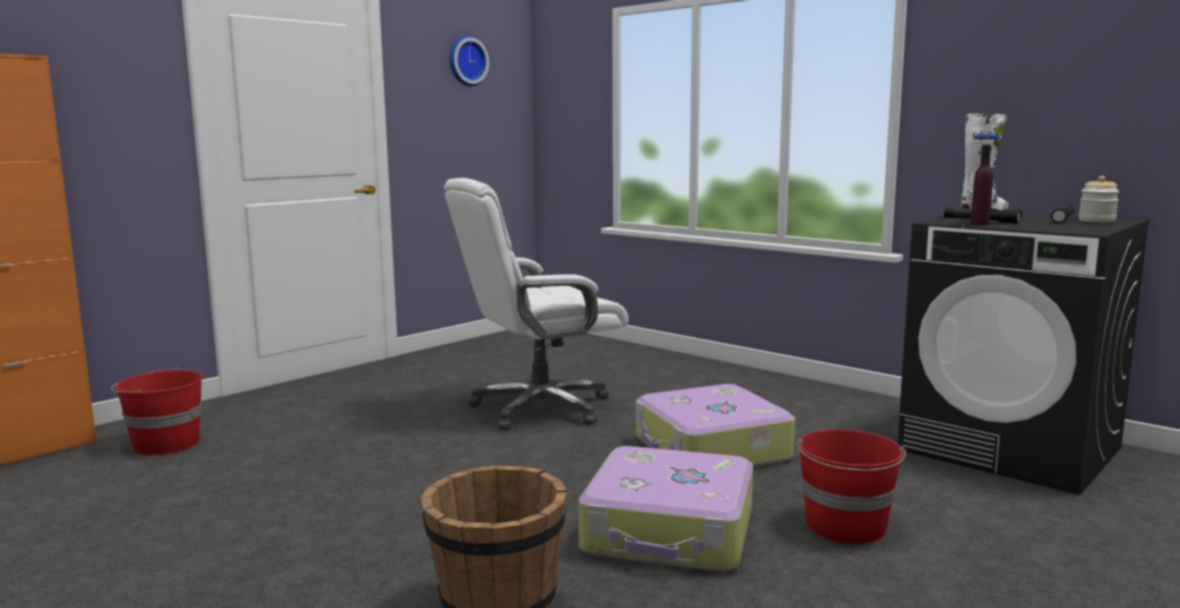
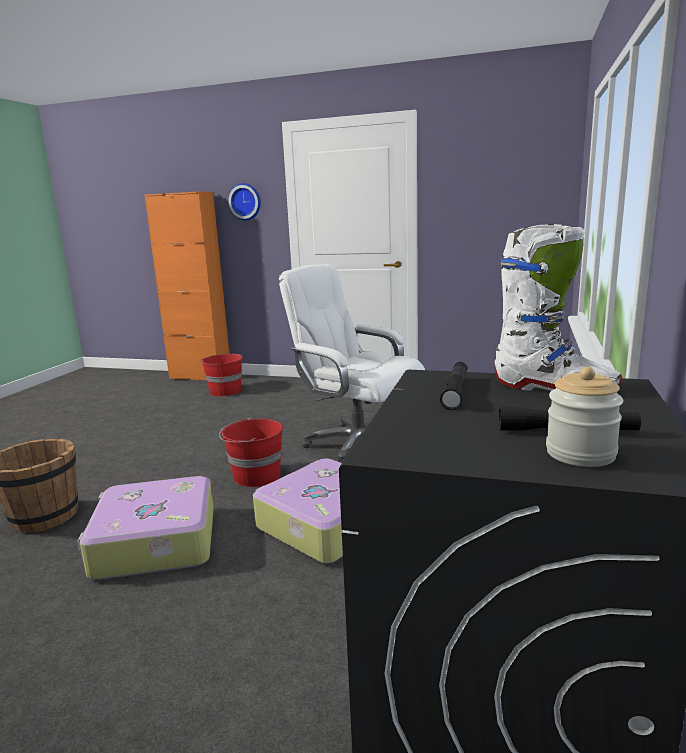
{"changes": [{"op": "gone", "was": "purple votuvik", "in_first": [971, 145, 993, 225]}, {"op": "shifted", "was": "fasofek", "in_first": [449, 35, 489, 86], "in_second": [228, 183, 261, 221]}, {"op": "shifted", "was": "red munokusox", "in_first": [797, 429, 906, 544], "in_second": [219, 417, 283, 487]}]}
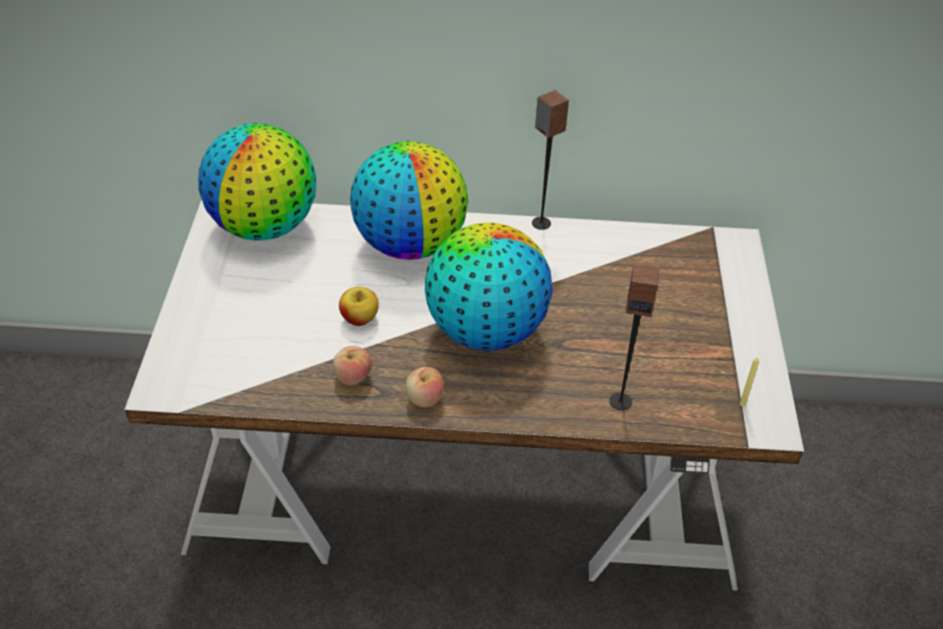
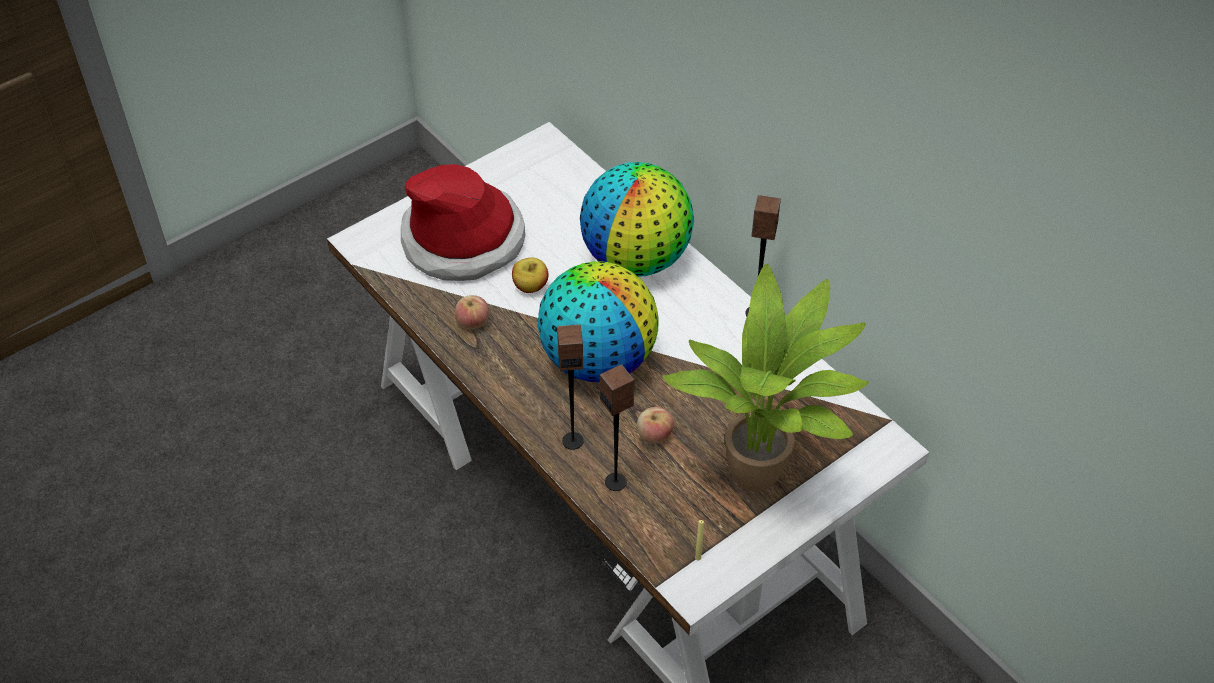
{"changes": [{"op": "gone", "was": "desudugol", "in_first": [198, 123, 316, 241]}, {"op": "new", "now": "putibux", "in_second": [401, 164, 526, 281]}, {"op": "new", "now": "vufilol", "in_second": [557, 324, 584, 450]}, {"op": "new", "now": "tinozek", "in_second": [662, 264, 869, 492]}, {"op": "shifted", "was": "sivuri", "in_first": [405, 367, 444, 408], "in_second": [637, 407, 674, 444]}]}
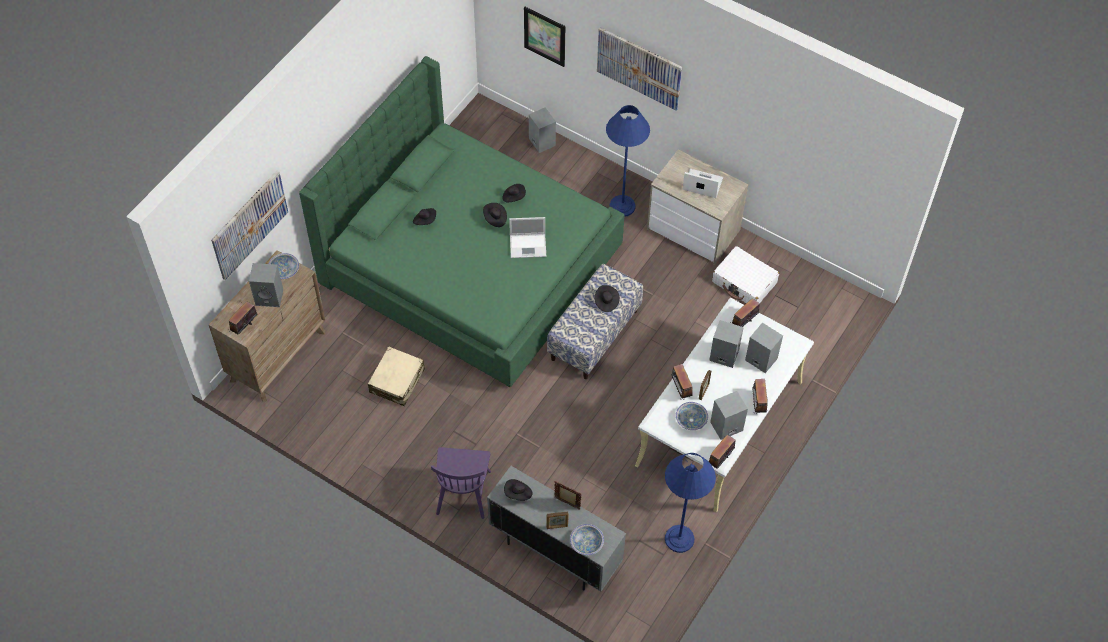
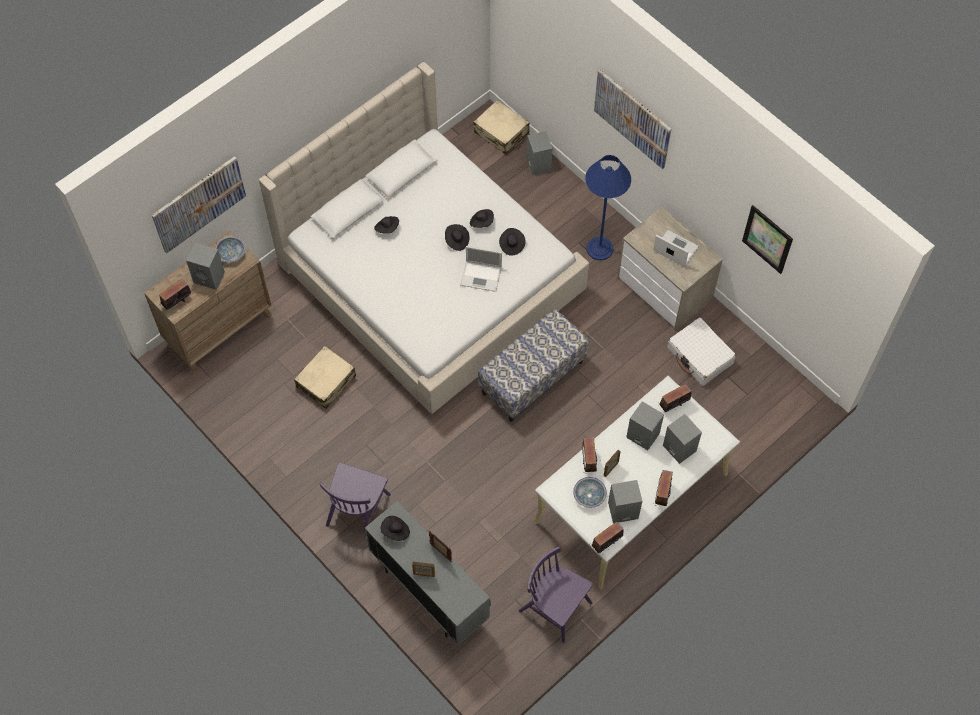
{"changes": [{"op": "gone", "was": "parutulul", "in_first": [570, 524, 604, 555]}, {"op": "new", "now": "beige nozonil", "in_second": [473, 100, 529, 154]}, {"op": "shifted", "was": "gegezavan", "in_first": [524, 7, 565, 67], "in_second": [742, 205, 793, 274]}, {"op": "shifted", "was": "black putibux", "in_first": [594, 285, 620, 312], "in_second": [499, 228, 526, 256]}, {"op": "swapped", "was": "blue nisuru", "now": "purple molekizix", "in_first": [665, 453, 716, 553], "in_second": [519, 546, 593, 643]}, {"op": "repainted", "was": "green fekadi", "now": "beige fekadi", "in_first": [299, 56, 625, 387], "in_second": [259, 62, 589, 414]}]}
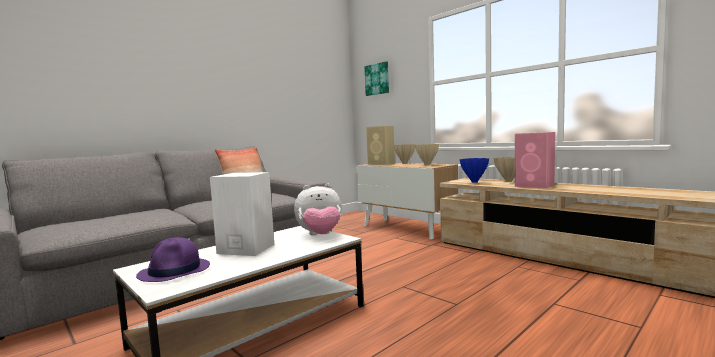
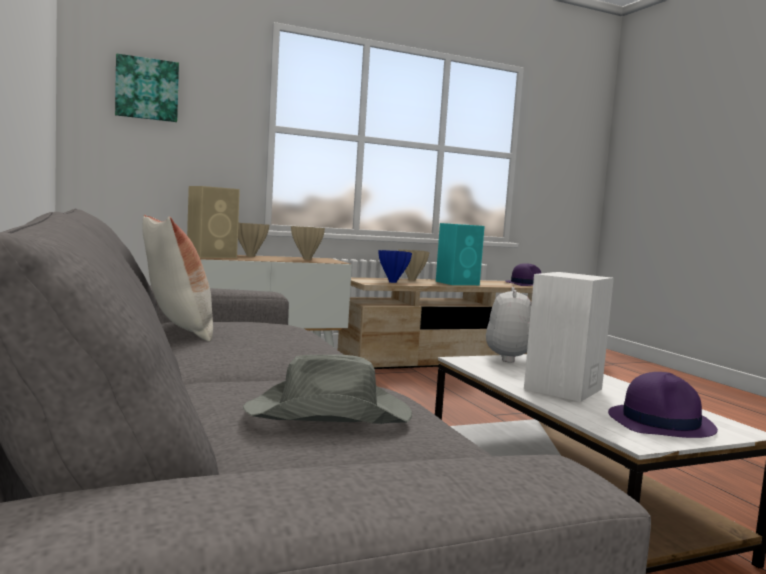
{"changes": [{"op": "new", "now": "grey putibux", "in_second": [243, 354, 412, 424]}, {"op": "new", "now": "purple putibux", "in_second": [505, 263, 541, 286]}, {"op": "repainted", "was": "pink vufilol", "now": "turquoise vufilol", "in_first": [515, 132, 555, 189], "in_second": [436, 223, 485, 285]}]}
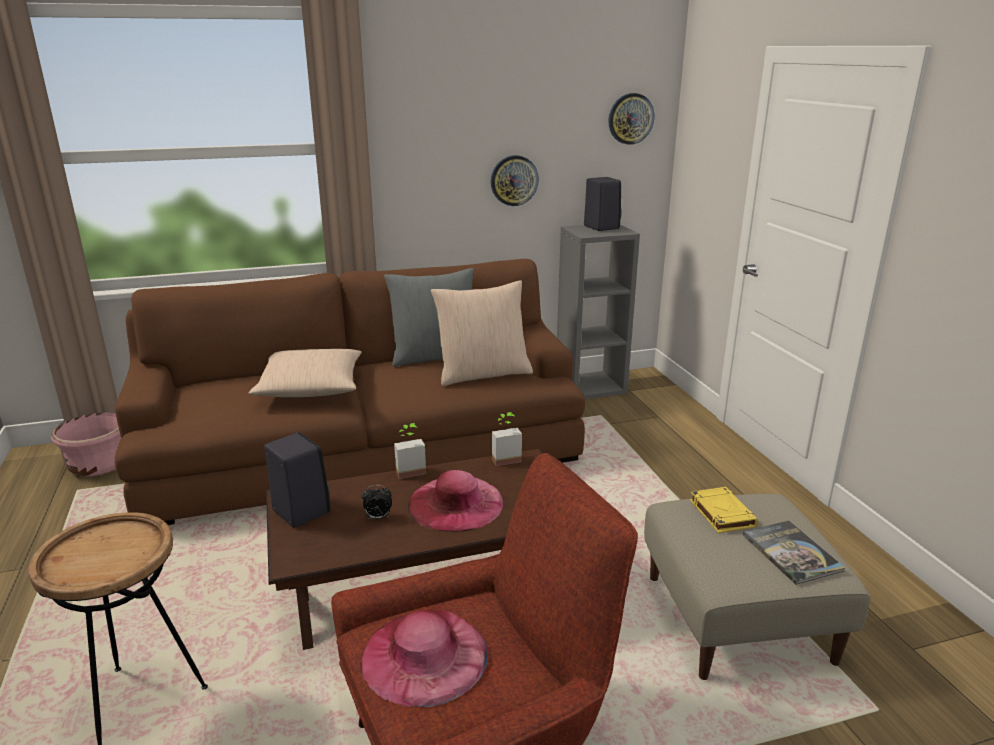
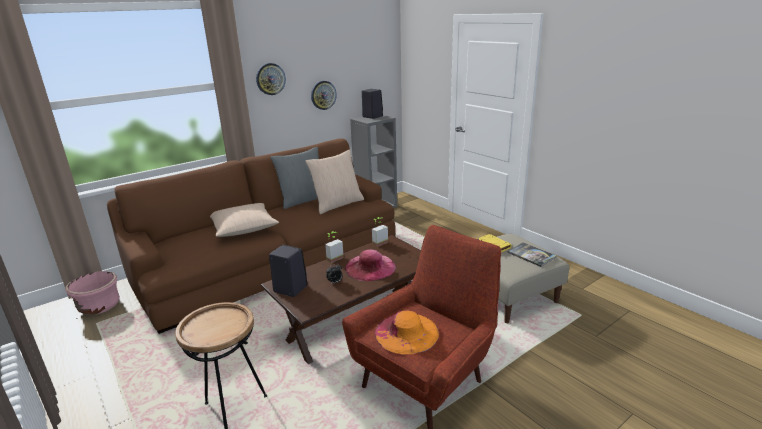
{"changes": [{"op": "shifted", "was": "fasofek", "in_first": [609, 93, 654, 145], "in_second": [256, 63, 286, 95]}, {"op": "repainted", "was": "pink putibux", "now": "orange putibux", "in_first": [361, 610, 488, 707], "in_second": [375, 310, 439, 354]}]}
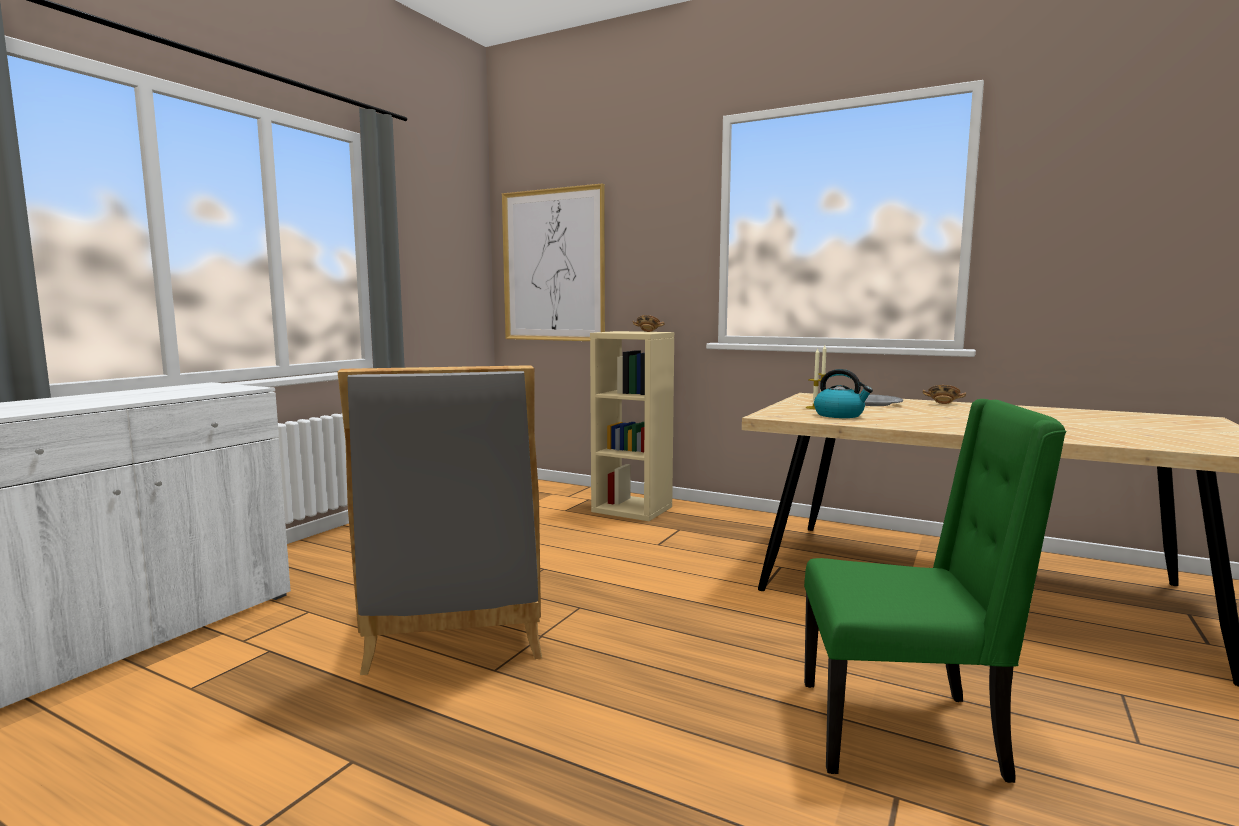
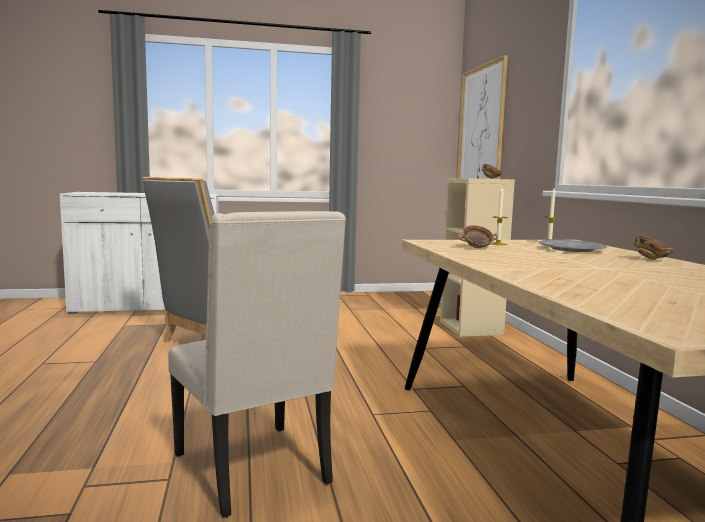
{"changes": [{"op": "swapped", "was": "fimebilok", "now": "parutulul", "in_first": [814, 369, 873, 418], "in_second": [458, 225, 498, 248]}, {"op": "repainted", "was": "green molekizix", "now": "beige molekizix", "in_first": [804, 399, 1066, 783], "in_second": [168, 211, 346, 518]}]}
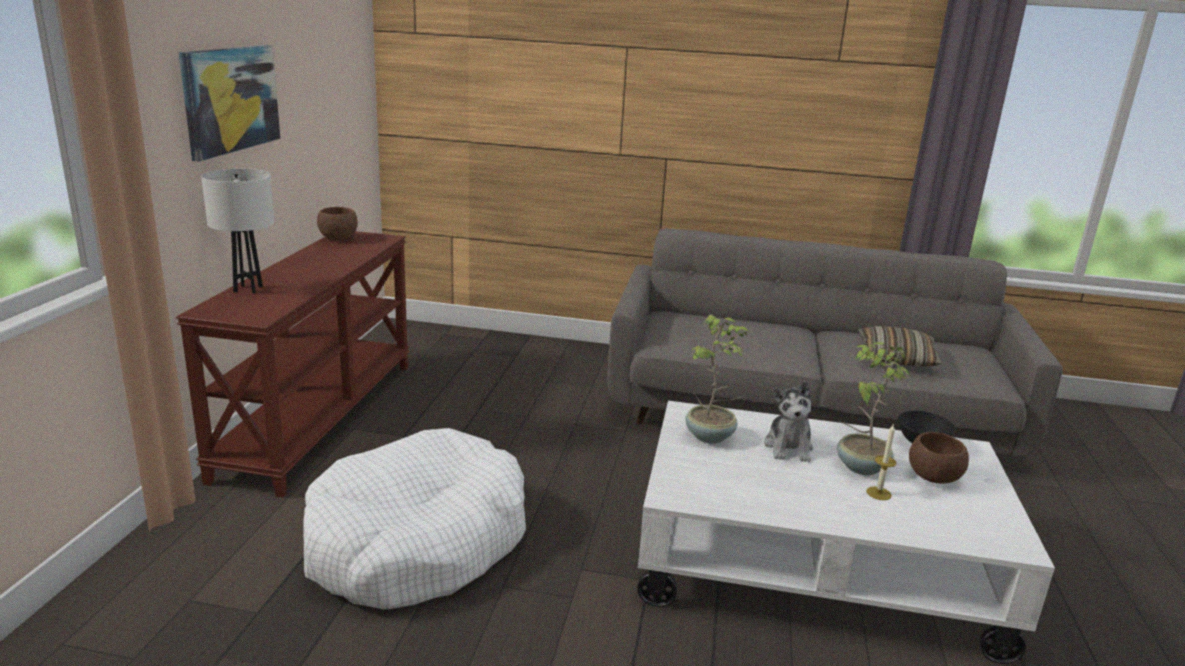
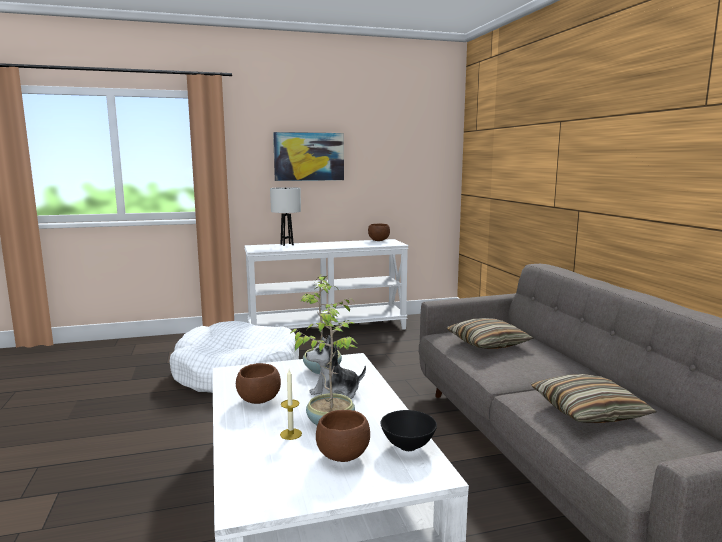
{"changes": [{"op": "new", "now": "brown parutulul", "in_second": [236, 363, 281, 404]}, {"op": "new", "now": "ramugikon", "in_second": [447, 318, 533, 349]}, {"op": "repainted", "was": "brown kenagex", "now": "white kenagex", "in_first": [176, 231, 410, 498], "in_second": [244, 239, 409, 330]}]}
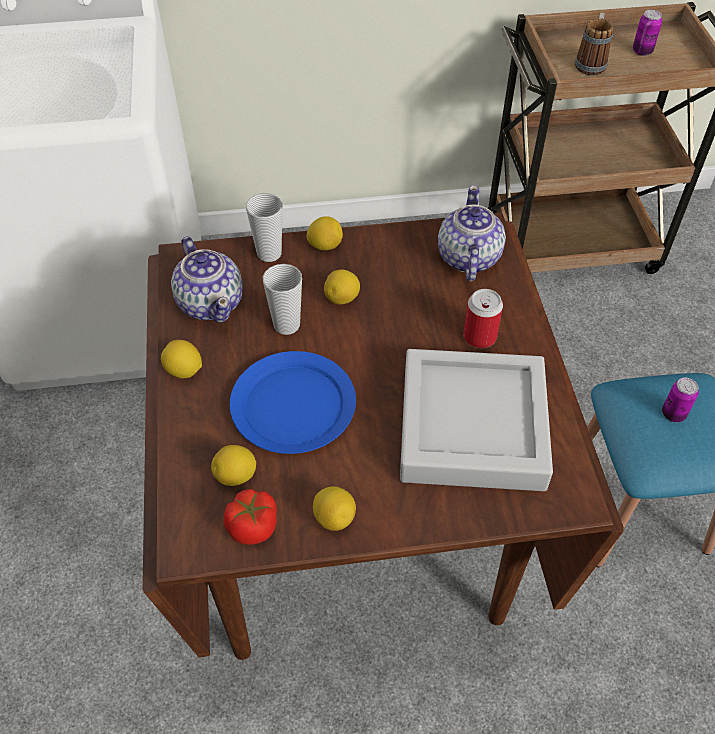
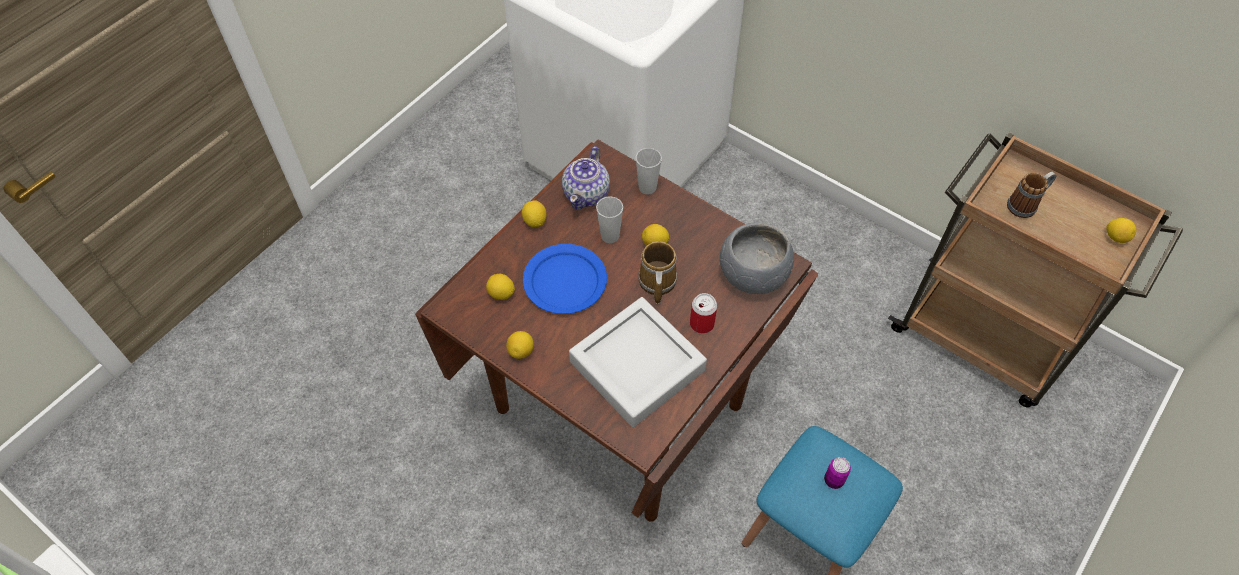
{"changes": [{"op": "gone", "was": "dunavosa", "in_first": [224, 489, 277, 545]}, {"op": "gone", "was": "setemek", "in_first": [633, 10, 662, 56]}, {"op": "new", "now": "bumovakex", "in_second": [638, 241, 677, 304]}, {"op": "shifted", "was": "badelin", "in_first": [306, 216, 343, 250], "in_second": [1106, 218, 1136, 243]}, {"op": "swapped", "was": "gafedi", "now": "grey parutulul", "in_first": [438, 185, 506, 281], "in_second": [720, 222, 794, 294]}]}
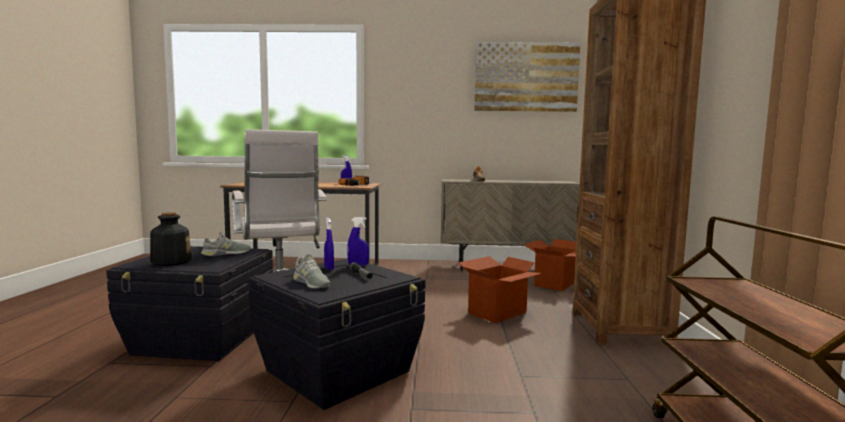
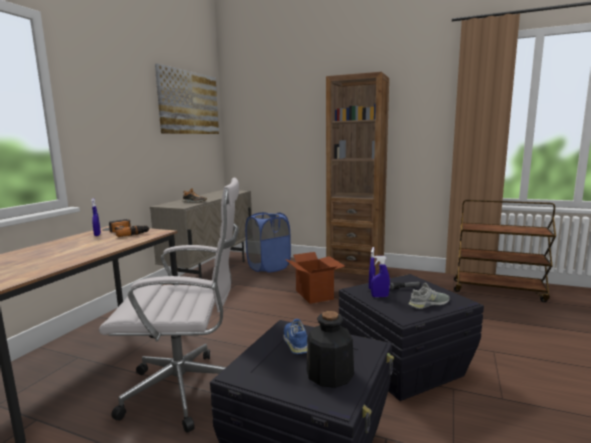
{"changes": [{"op": "swapped", "was": "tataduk", "now": "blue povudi", "in_first": [524, 239, 576, 291], "in_second": [245, 212, 291, 273]}, {"op": "repainted", "was": "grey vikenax", "now": "blue vikenax", "in_first": [201, 232, 251, 256], "in_second": [283, 319, 308, 354]}]}
